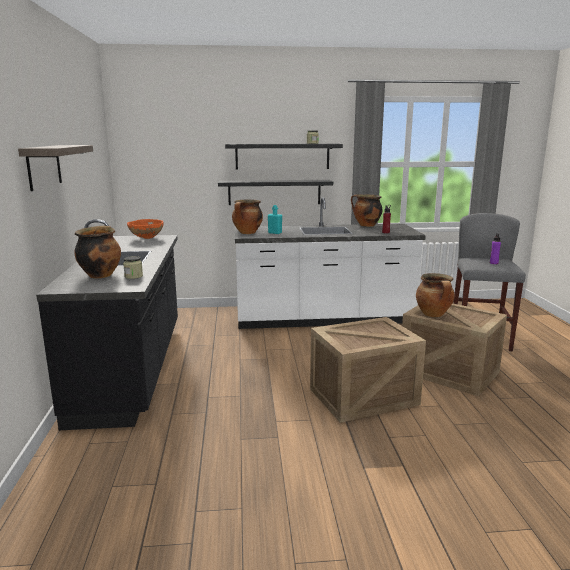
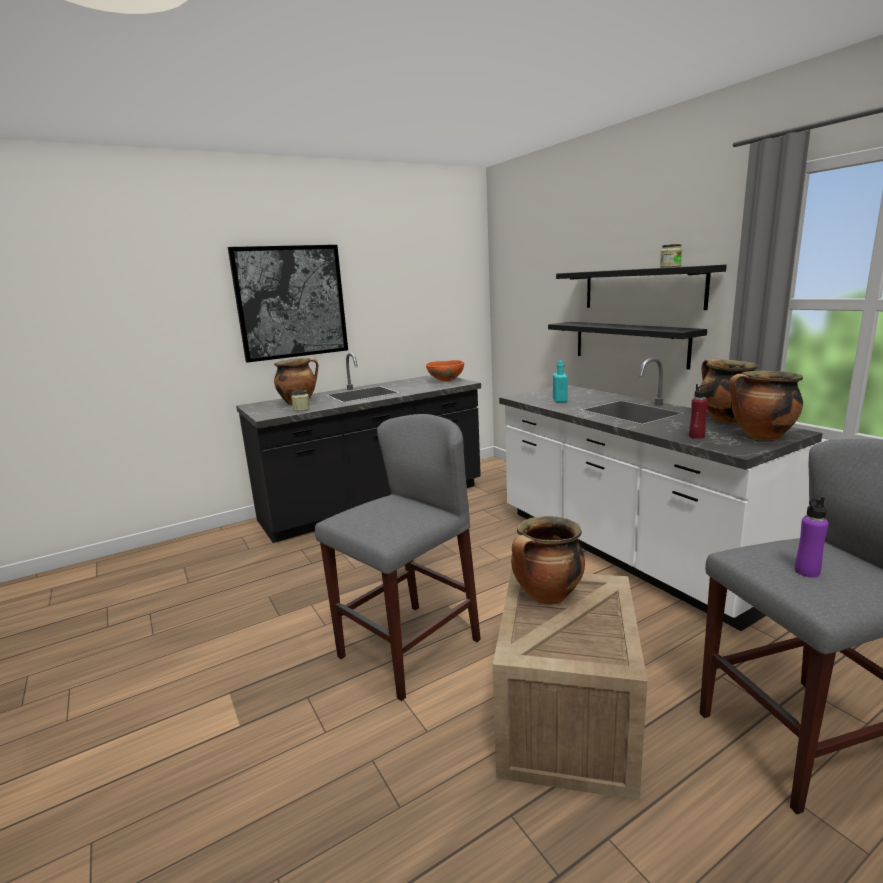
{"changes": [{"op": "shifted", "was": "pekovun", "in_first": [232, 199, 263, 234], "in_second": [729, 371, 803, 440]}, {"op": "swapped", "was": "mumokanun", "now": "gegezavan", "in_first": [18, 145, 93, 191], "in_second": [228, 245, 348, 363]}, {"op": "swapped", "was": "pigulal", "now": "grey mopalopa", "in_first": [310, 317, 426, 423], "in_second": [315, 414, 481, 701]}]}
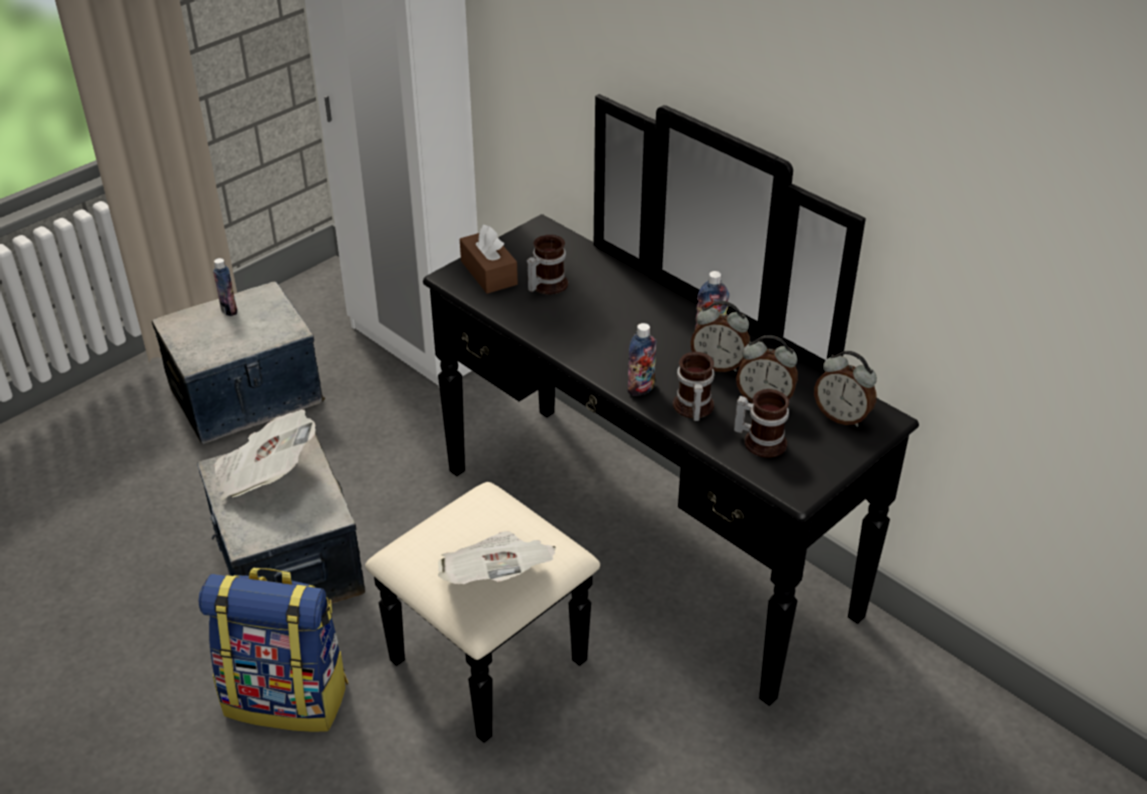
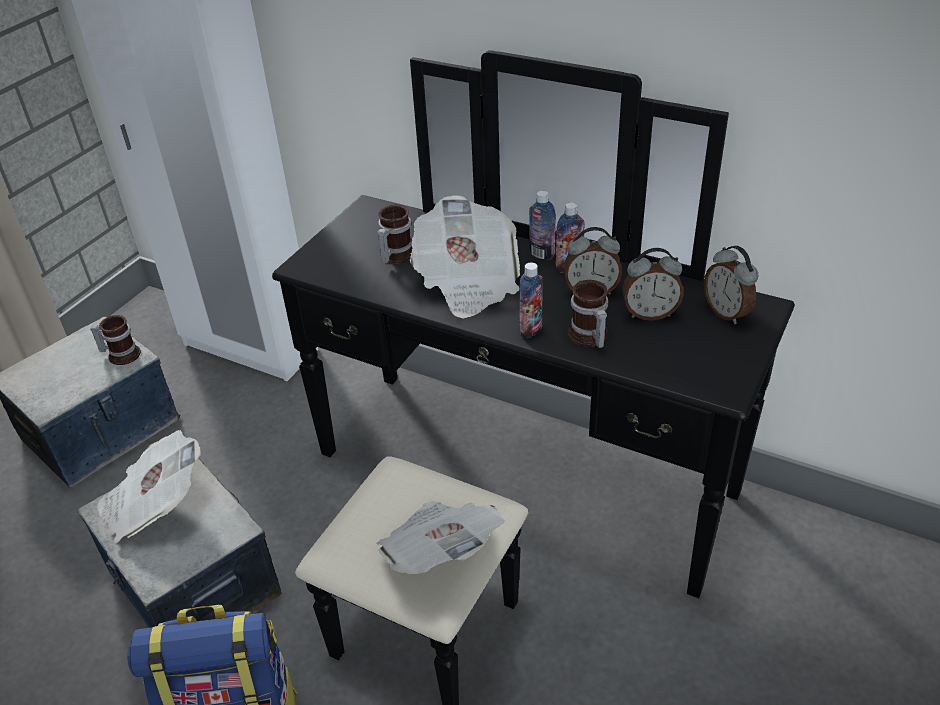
{"changes": [{"op": "gone", "was": "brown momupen", "in_first": [460, 224, 518, 294]}, {"op": "new", "now": "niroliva", "in_second": [410, 195, 520, 319]}, {"op": "shifted", "was": "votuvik", "in_first": [213, 258, 237, 316], "in_second": [529, 191, 556, 260]}, {"op": "shifted", "was": "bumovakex", "in_first": [734, 389, 789, 458], "in_second": [90, 315, 141, 365]}, {"op": "rotated", "was": "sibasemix", "in_first": [814, 351, 877, 427], "in_second": [704, 245, 758, 325], "clockwise": 45}]}
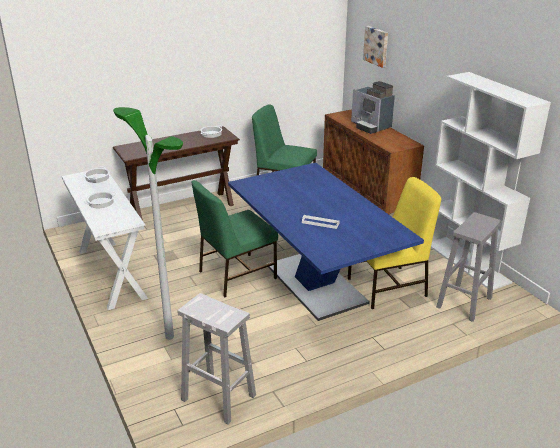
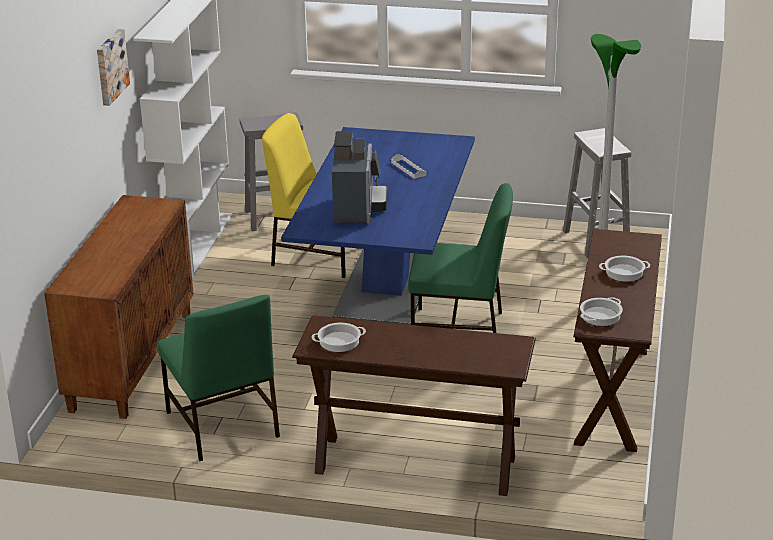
{"changes": [{"op": "shifted", "was": "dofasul", "in_first": [351, 81, 395, 134], "in_second": [332, 131, 387, 223]}, {"op": "shifted", "was": "gegezavan", "in_first": [363, 26, 388, 68], "in_second": [97, 29, 130, 106]}, {"op": "repainted", "was": "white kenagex", "now": "brown kenagex", "in_first": [61, 168, 148, 310], "in_second": [573, 229, 662, 452]}]}
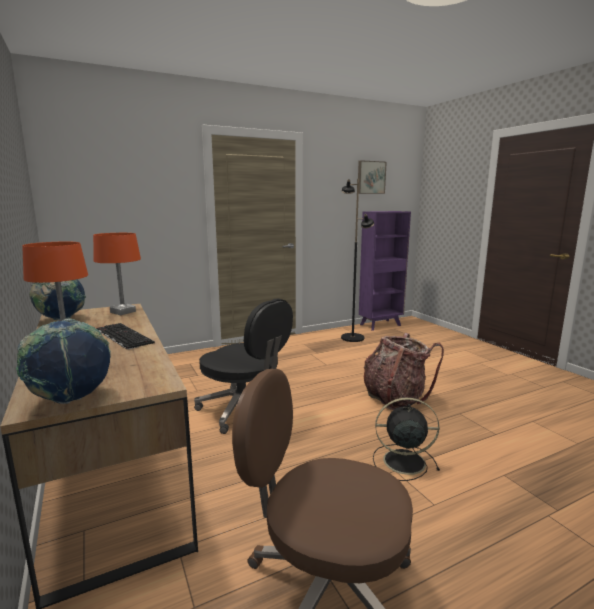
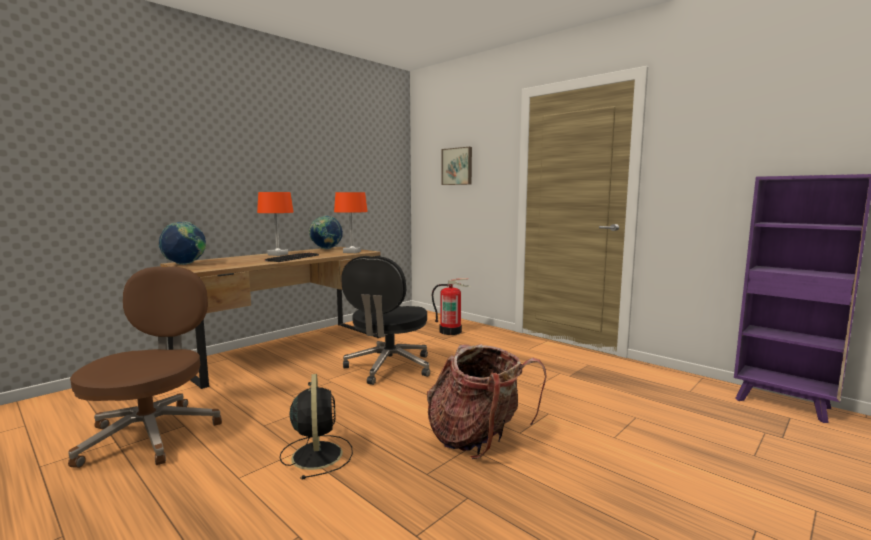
{"changes": [{"op": "gone", "was": "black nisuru", "in_first": [341, 179, 374, 342]}, {"op": "new", "now": "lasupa", "in_second": [432, 278, 471, 335]}, {"op": "shifted", "was": "gegezavan", "in_first": [358, 160, 387, 194], "in_second": [442, 147, 472, 185]}]}
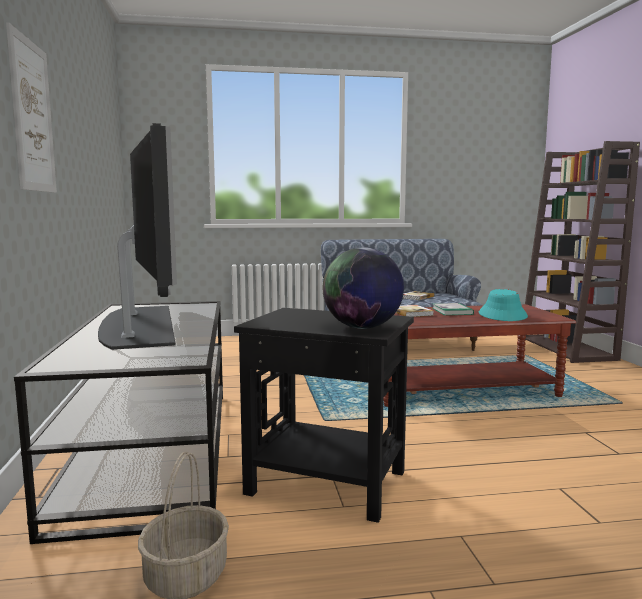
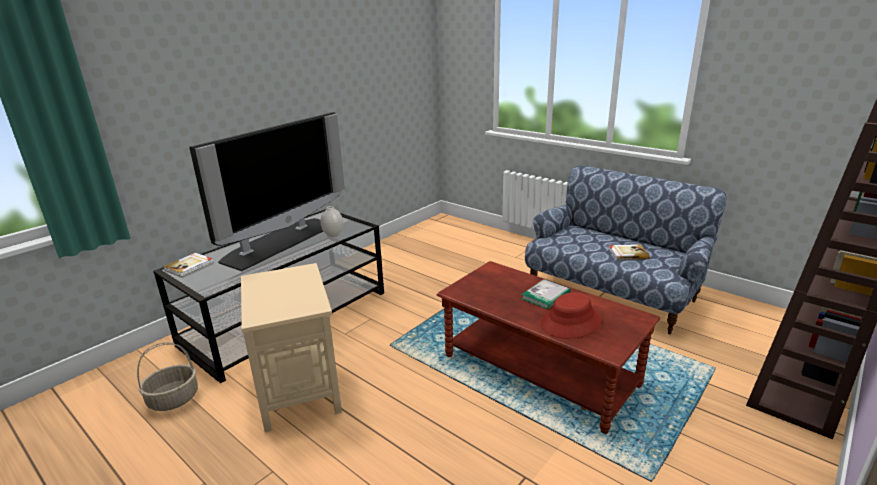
{"changes": [{"op": "gone", "was": "gegezavan", "in_first": [6, 22, 57, 193]}, {"op": "gone", "was": "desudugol", "in_first": [323, 247, 404, 329]}, {"op": "new", "now": "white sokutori", "in_second": [321, 206, 343, 237]}, {"op": "shifted", "was": "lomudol", "in_first": [396, 305, 434, 317], "in_second": [163, 253, 213, 277]}, {"op": "repainted", "was": "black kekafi", "now": "beige kekafi", "in_first": [234, 308, 414, 523], "in_second": [241, 263, 342, 432]}, {"op": "repainted", "was": "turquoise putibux", "now": "red putibux", "in_first": [479, 289, 528, 321], "in_second": [541, 292, 602, 339]}]}
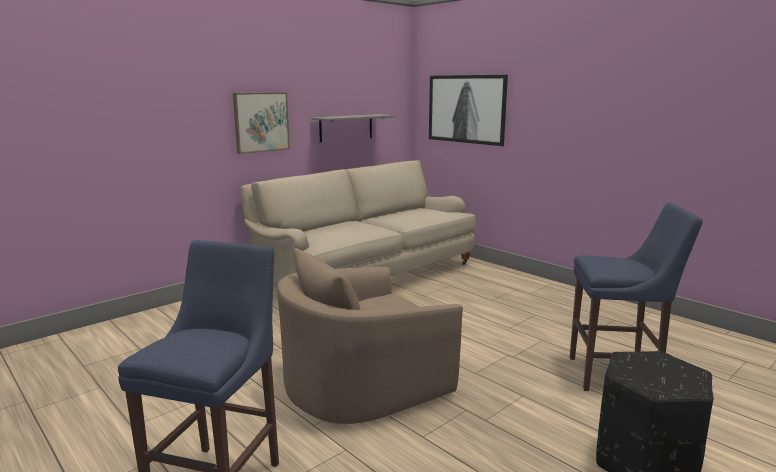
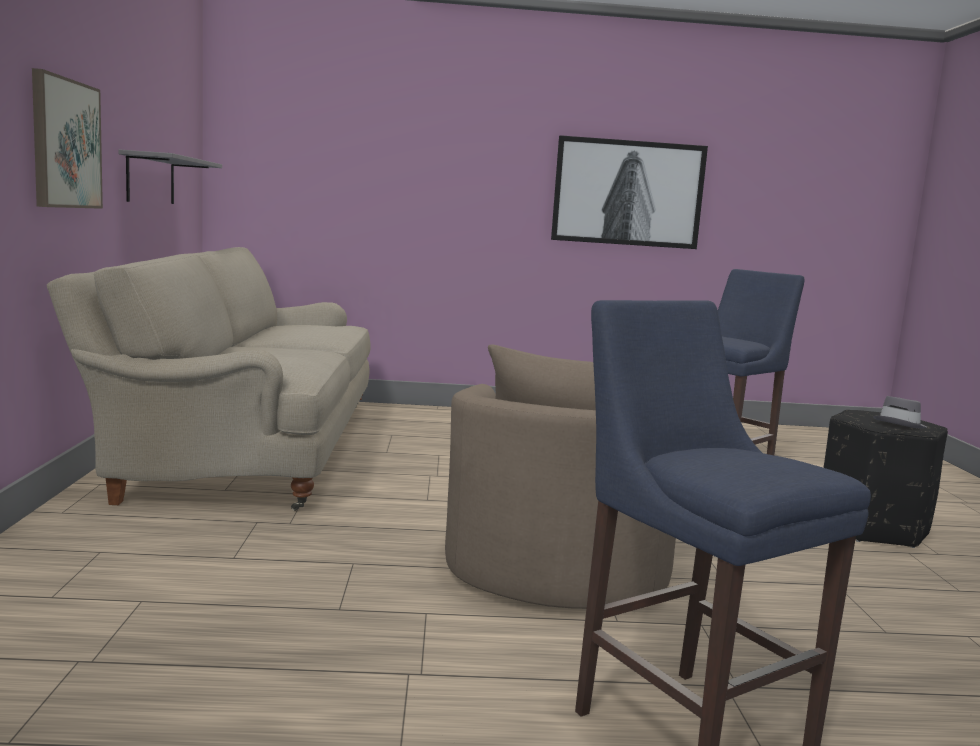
{"changes": [{"op": "new", "now": "grey putibux", "in_second": [873, 396, 927, 428]}, {"op": "shifted", "was": "gegezavan", "in_first": [429, 75, 508, 146], "in_second": [551, 135, 708, 249]}]}
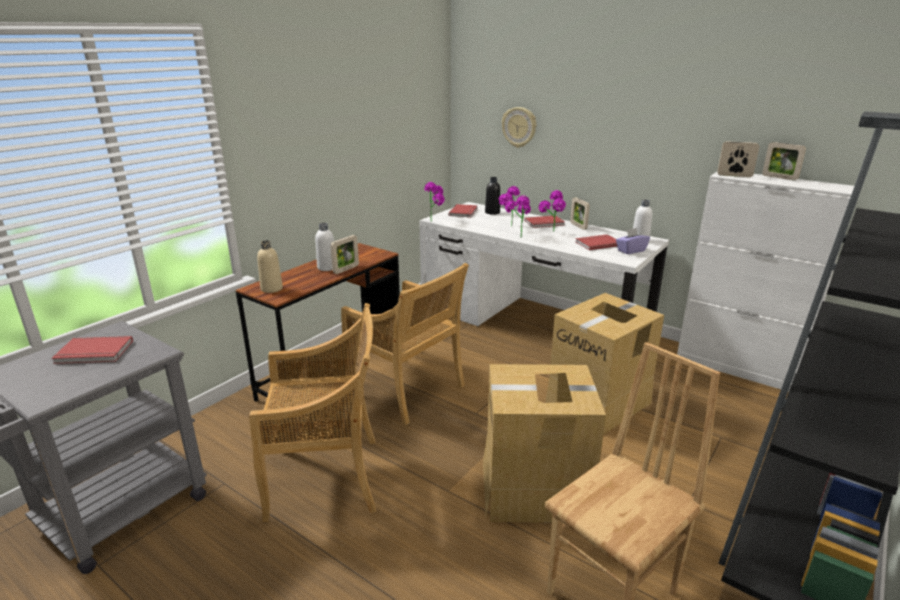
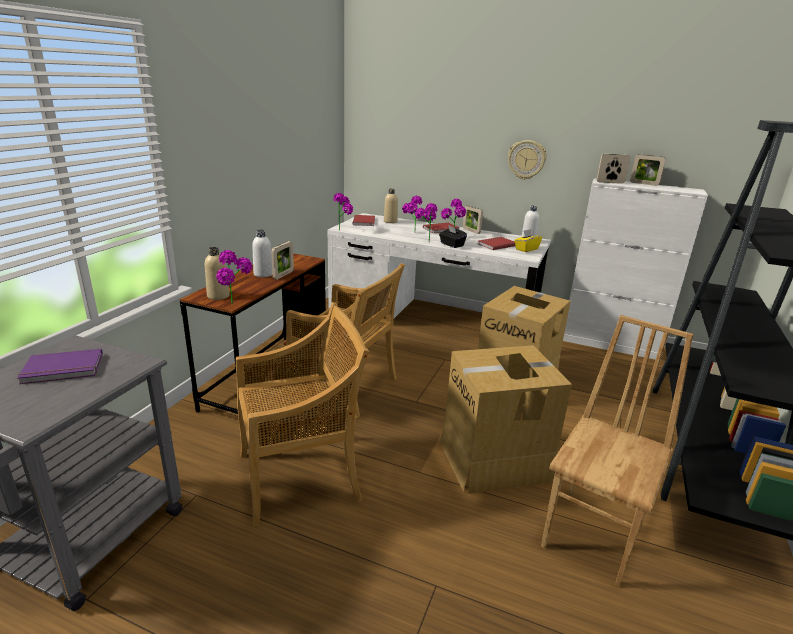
{"changes": [{"op": "new", "now": "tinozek", "in_second": [216, 250, 252, 304]}, {"op": "new", "now": "black momupen", "in_second": [439, 225, 467, 248]}, {"op": "shifted", "was": "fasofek", "in_first": [502, 107, 536, 148], "in_second": [508, 140, 547, 180]}, {"op": "repainted", "was": "red lomudol", "now": "purple lomudol", "in_first": [51, 336, 133, 364], "in_second": [17, 349, 103, 384]}, {"op": "repainted", "was": "black votuvik", "now": "beige votuvik", "in_first": [485, 177, 500, 215], "in_second": [384, 189, 398, 223]}, {"op": "repainted", "was": "purple momupen", "now": "yellow momupen", "in_first": [616, 228, 650, 254], "in_second": [514, 229, 542, 252]}]}
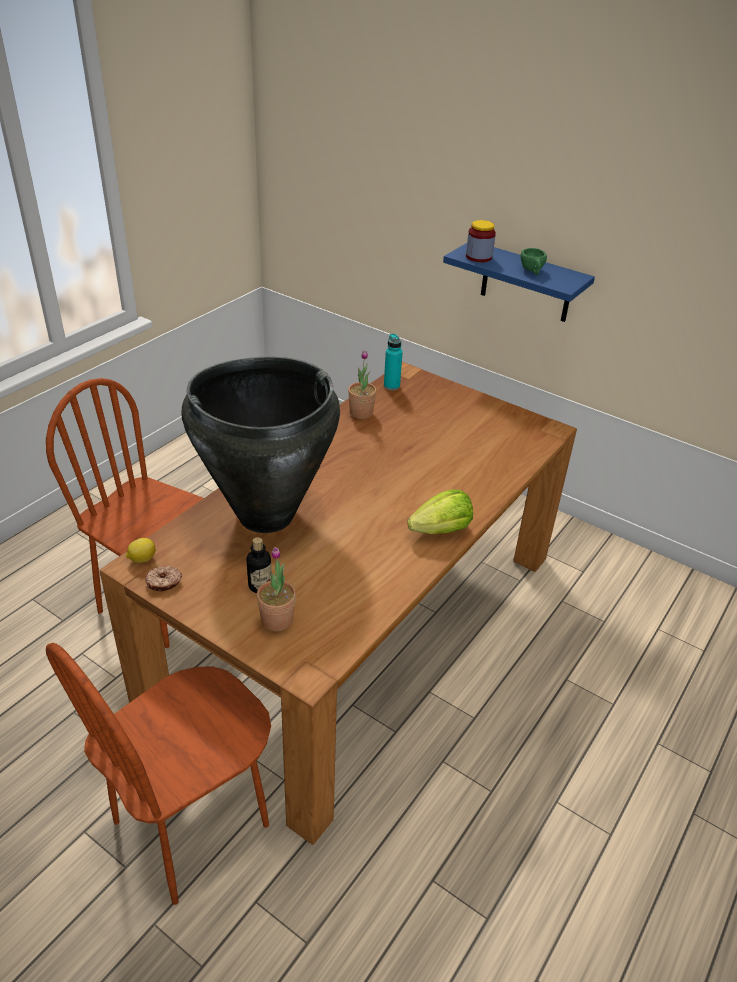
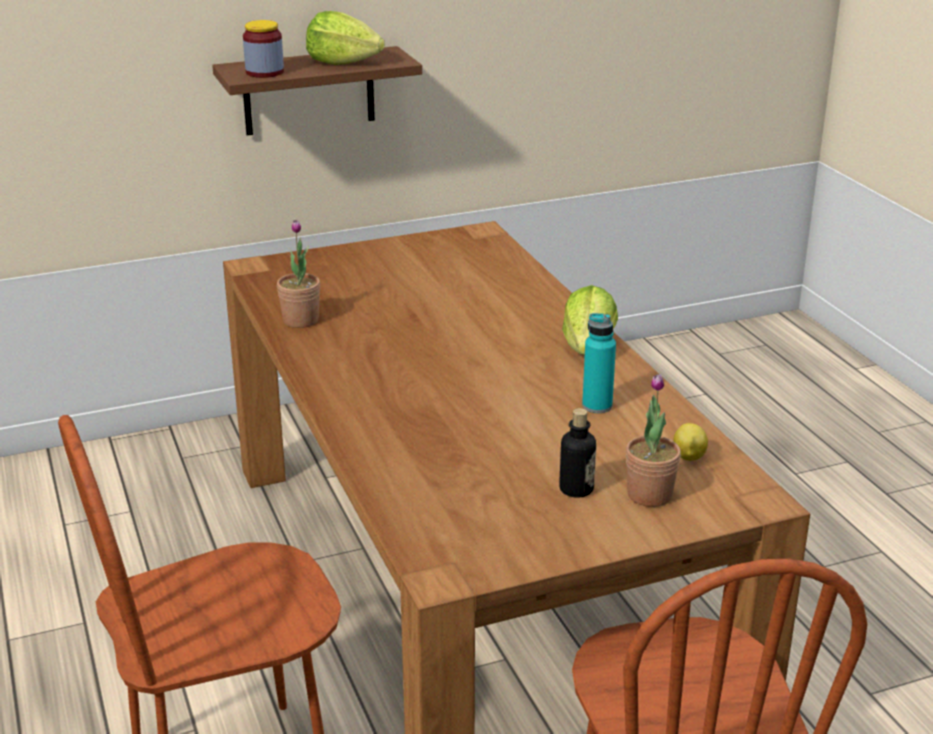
{"changes": [{"op": "gone", "was": "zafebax", "in_first": [145, 566, 182, 592]}, {"op": "gone", "was": "black sokutori", "in_first": [181, 357, 340, 533]}, {"op": "shifted", "was": "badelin", "in_first": [126, 538, 156, 563], "in_second": [674, 423, 708, 461]}, {"op": "shifted", "was": "turquoise votuvik", "in_first": [384, 334, 403, 390], "in_second": [582, 313, 616, 413]}, {"op": "swapped", "was": "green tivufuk", "now": "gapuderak", "in_first": [521, 248, 547, 275], "in_second": [306, 11, 384, 65]}, {"op": "repainted", "was": "blue mumokanun", "now": "brown mumokanun", "in_first": [443, 243, 595, 322], "in_second": [212, 46, 422, 136]}]}
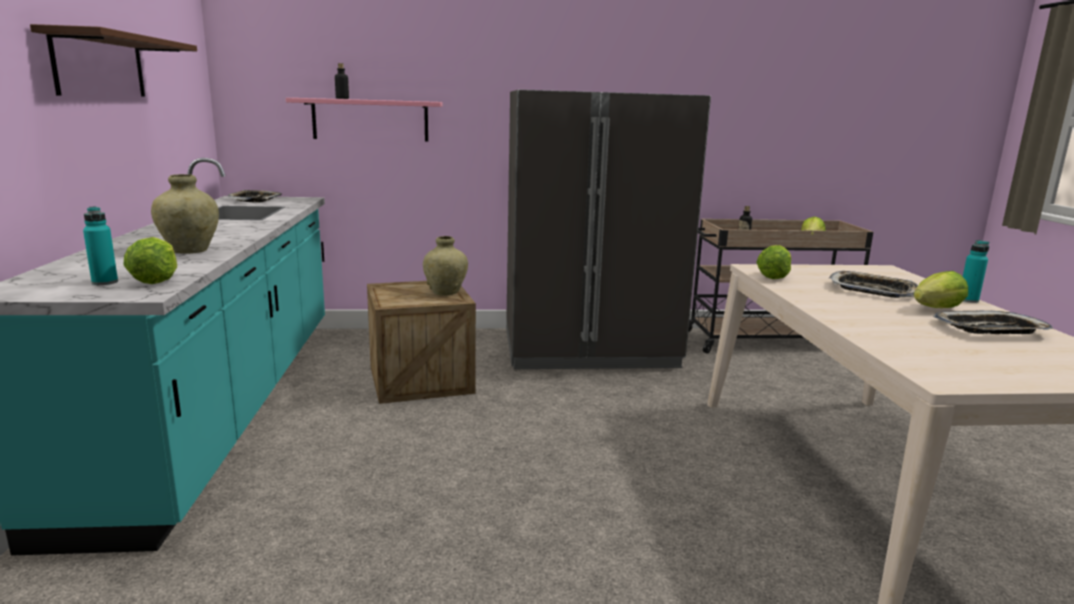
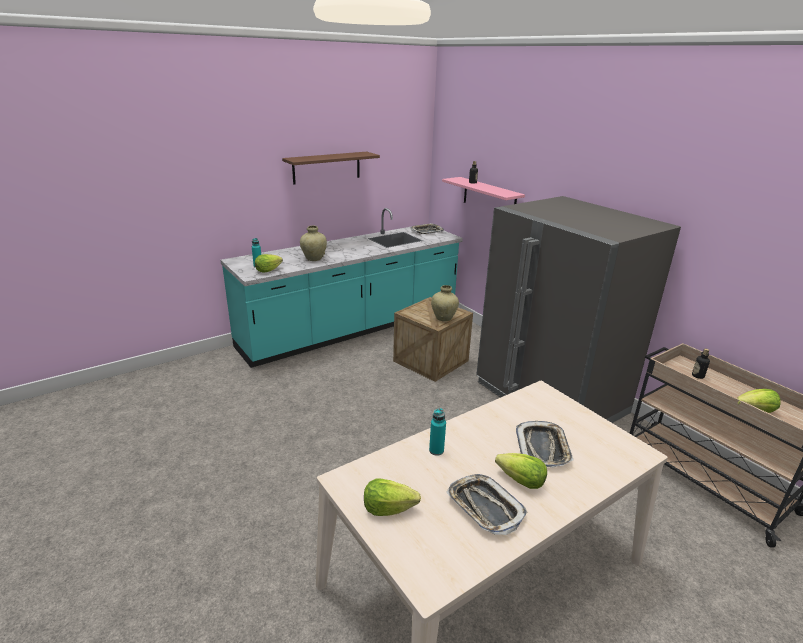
{"changes": [{"op": "shifted", "was": "gapuderak", "in_first": [756, 245, 791, 279], "in_second": [364, 478, 421, 516]}, {"op": "shifted", "was": "turquoise votuvik", "in_first": [963, 240, 989, 303], "in_second": [429, 408, 446, 456]}]}
